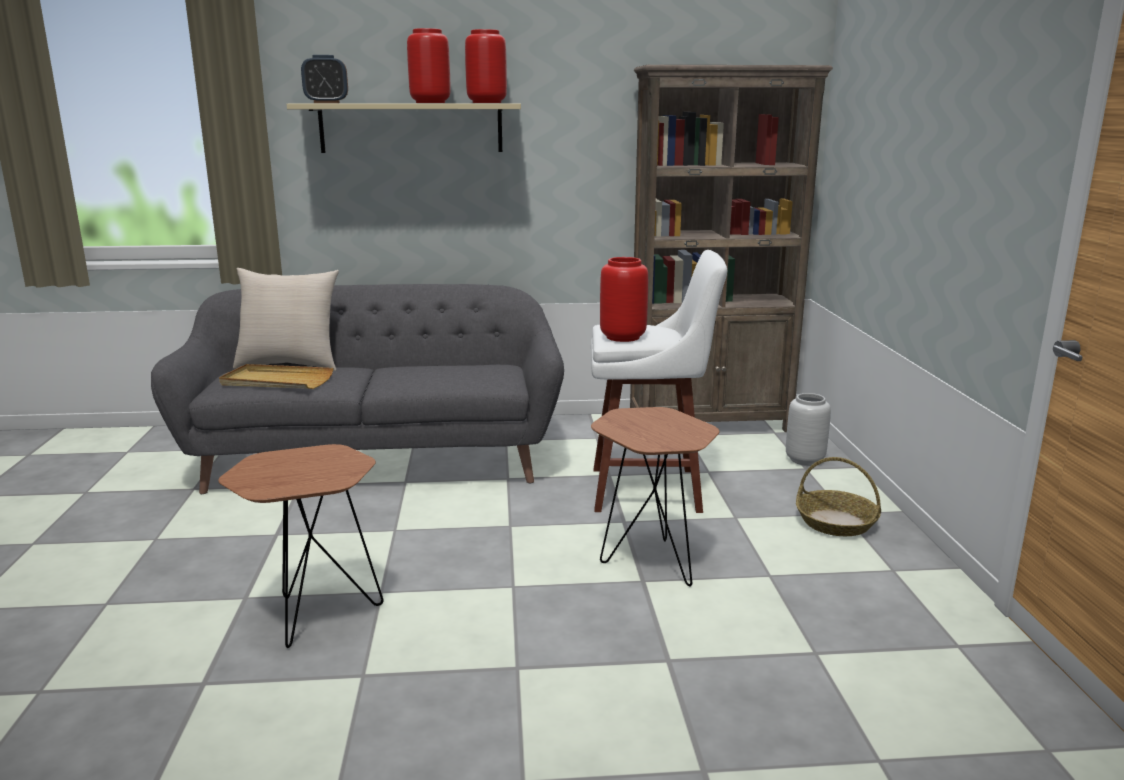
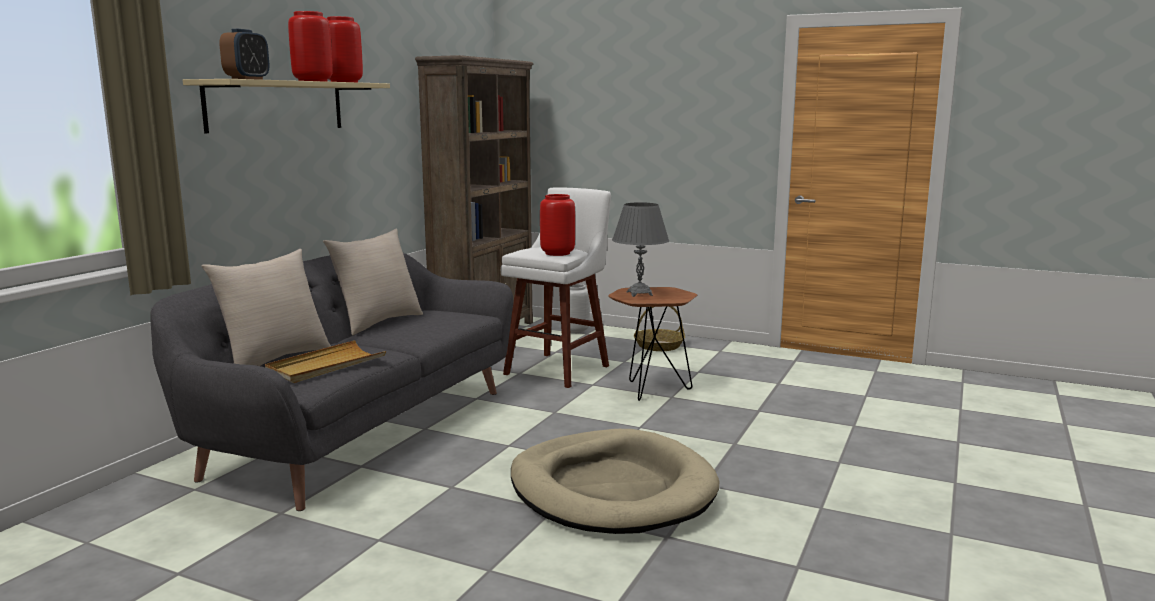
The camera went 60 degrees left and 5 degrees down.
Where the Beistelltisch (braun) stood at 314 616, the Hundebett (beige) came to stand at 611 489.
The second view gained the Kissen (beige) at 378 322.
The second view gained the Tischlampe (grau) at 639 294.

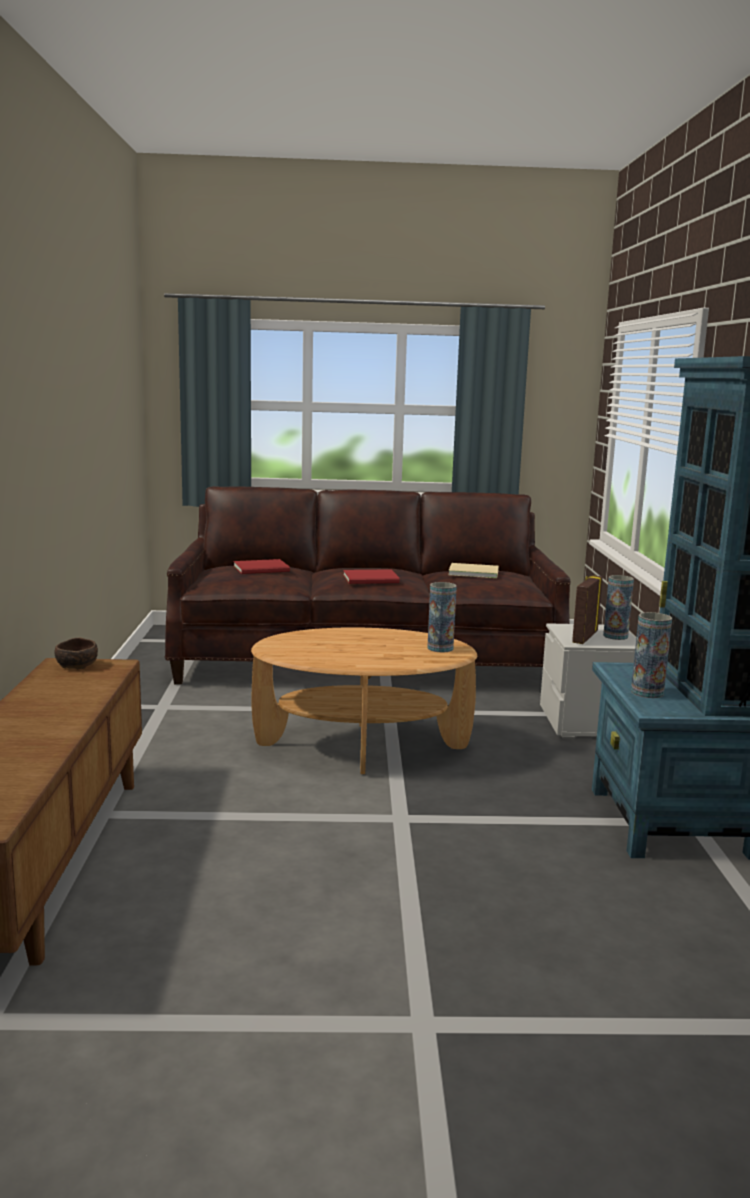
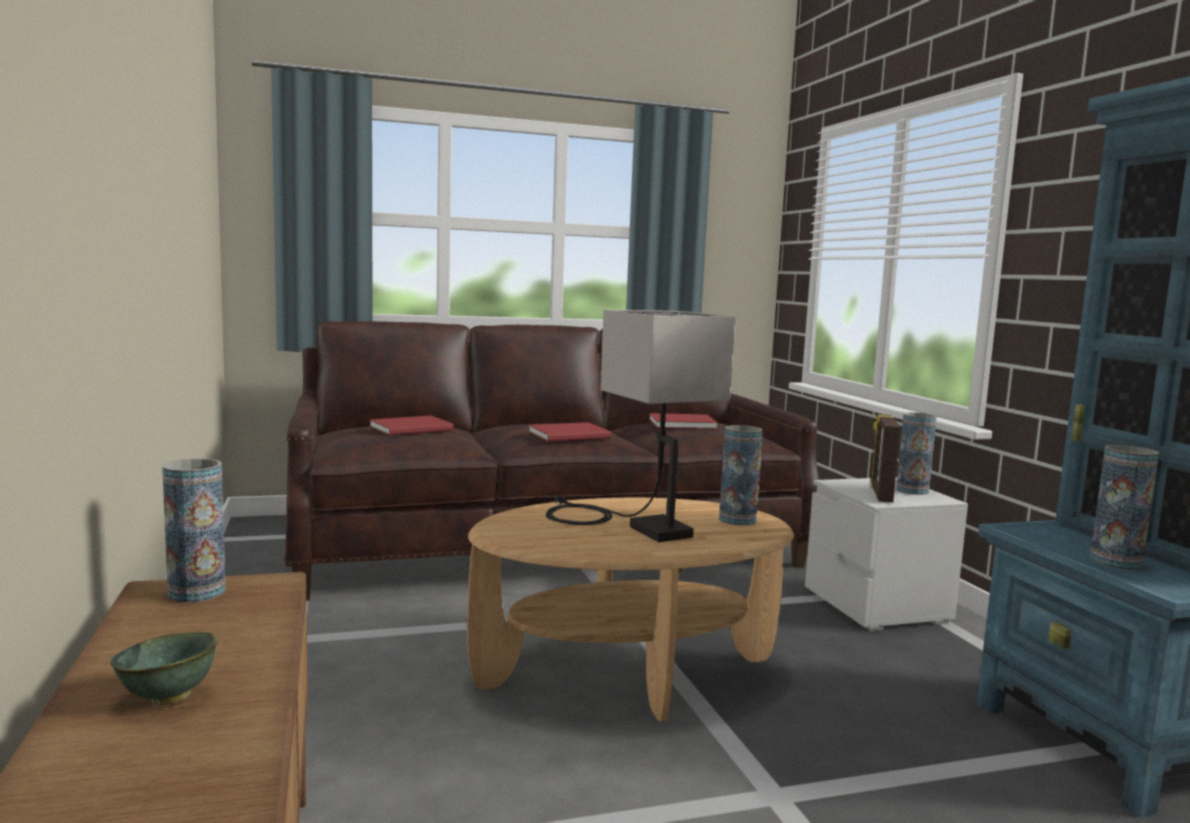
The camera went 15 degrees left and 5 degrees down.
Where the Schüssel (braun) stood at 77 666, the Vase came to stand at 197 592.
What was the Buch (beige) at 472 572 turned into the Buch (rot) at 679 423.
The second view gained the Schüssel (grün) at 167 699.
The second view gained the Tischlampe at 626 524.

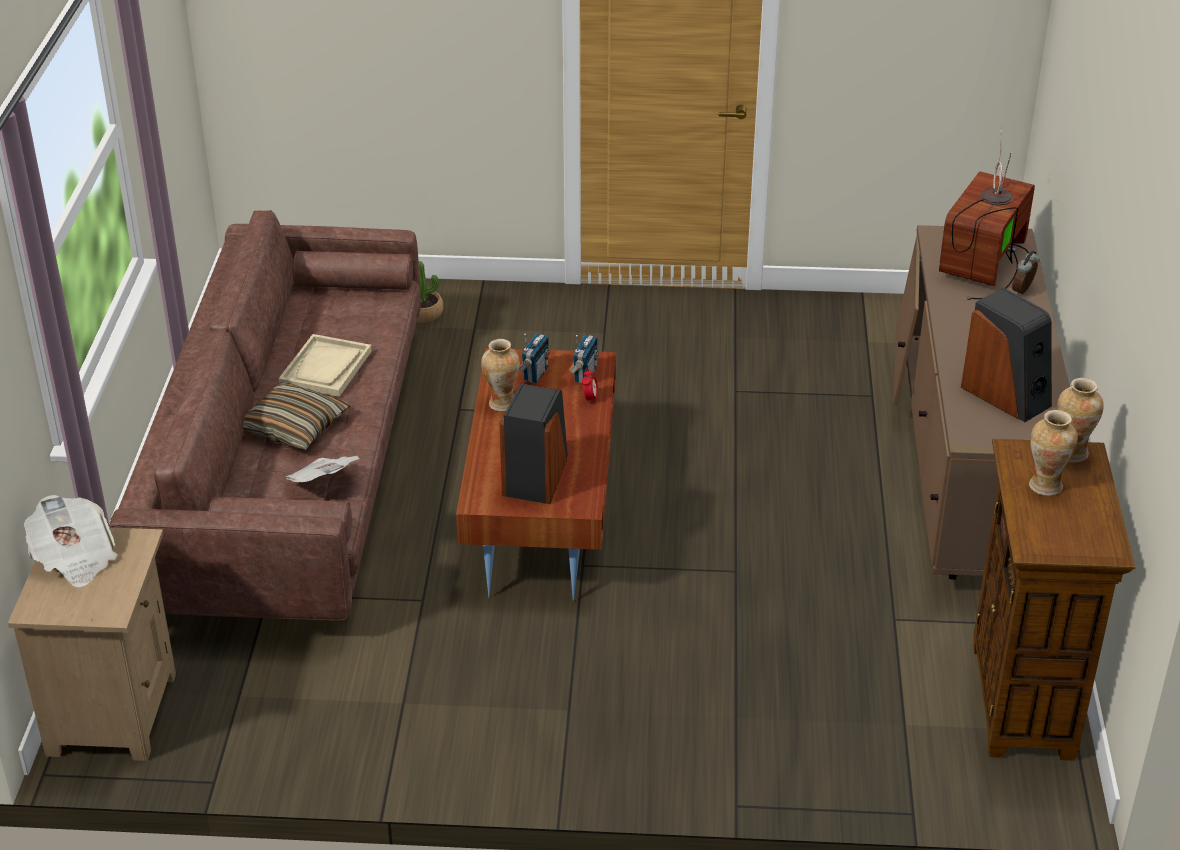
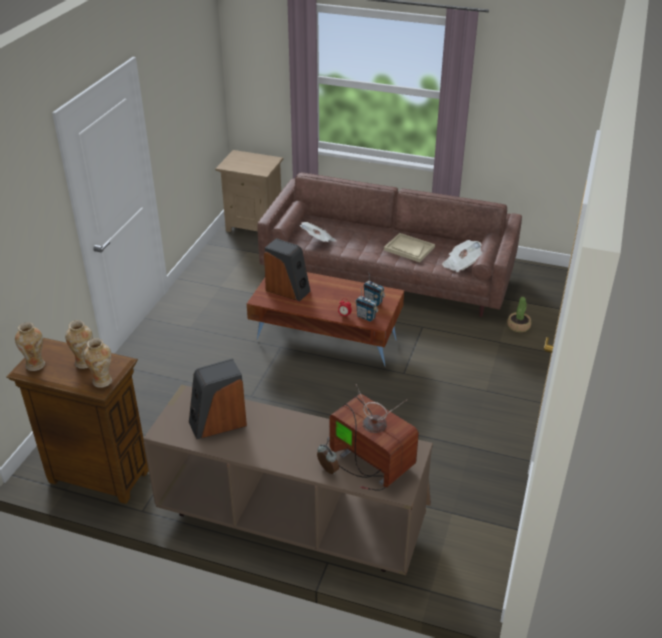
The camera went 105 degrees right and 0 degrees up.
The Zeitung ended up elsewhere, having gone from 74 559 to 461 264.
The second view lost the Kissen at 294 427.
The Vase ended up elsewhere, having gone from 501 403 to 36 365.

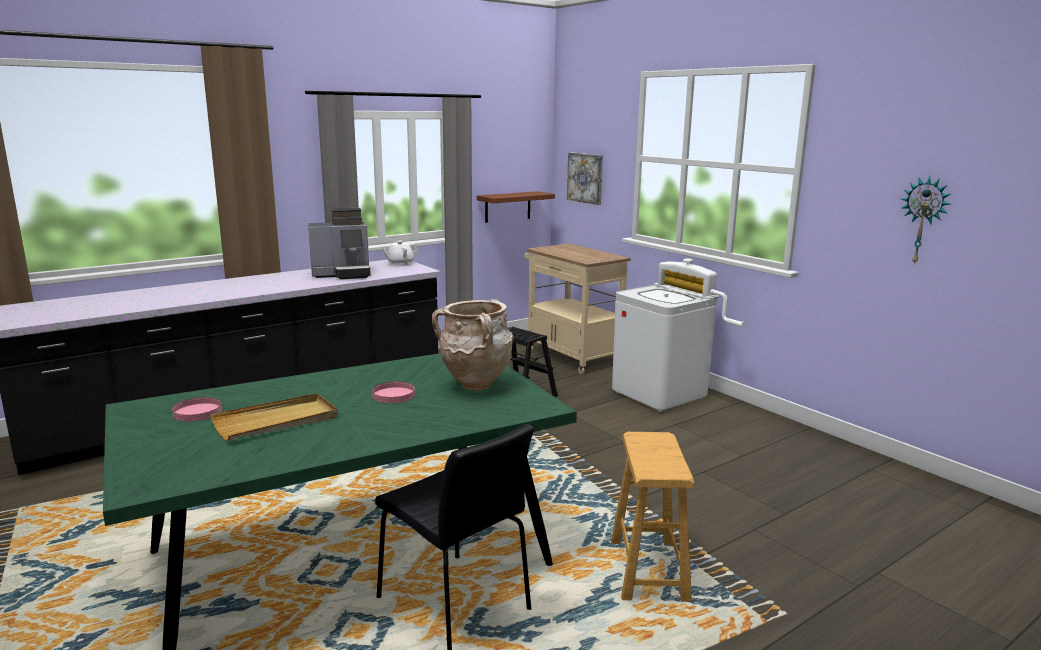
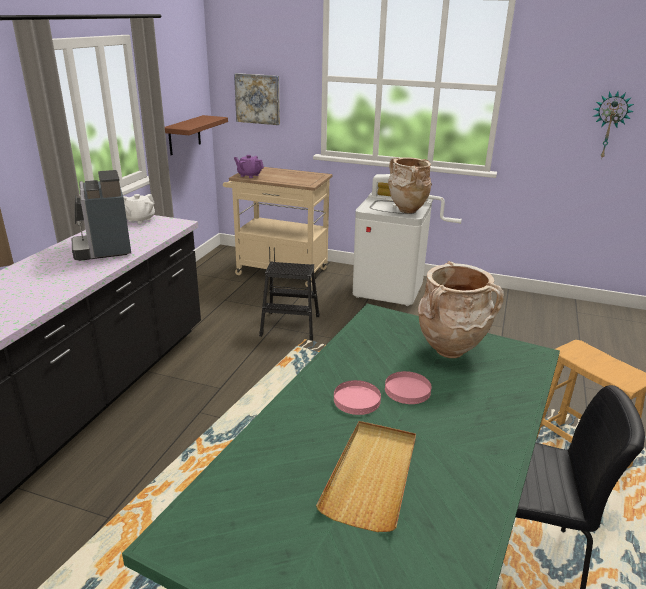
The camera went 35 degrees left and 10 degrees up.
The Teller (rosa) ended up elsewhere, having gone from 197 412 to 356 399.
The Kaffeemaschine at 343 274 ended up facing another way, 120 degrees clockwise from before.
The second view gained the Teekanne (lila) at 249 175.
The second view gained the Vase (beige) at 407 210.

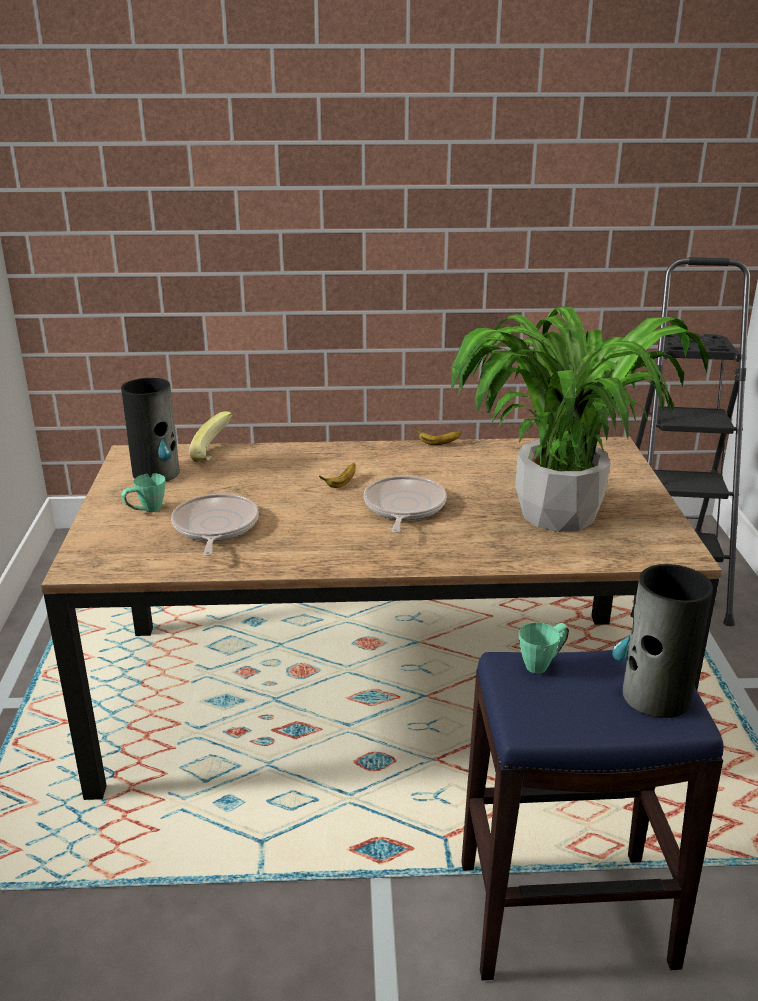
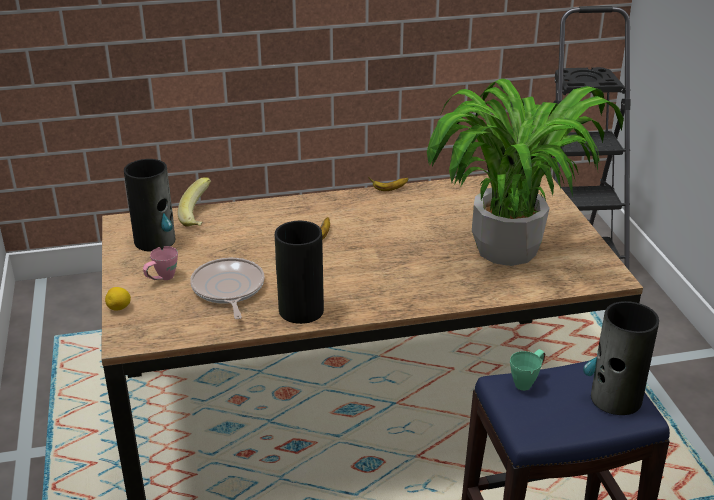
The camera went 10 degrees left and 5 degrees up.
What was the Henkelbecher (grün) at 146 511 turned into the Henkelbecher (rosa) at 161 279.
The second view lost the Pfanne at 403 507.
The second view gained the Zitrone at 119 308.
The second view gained the Vase at 300 310.

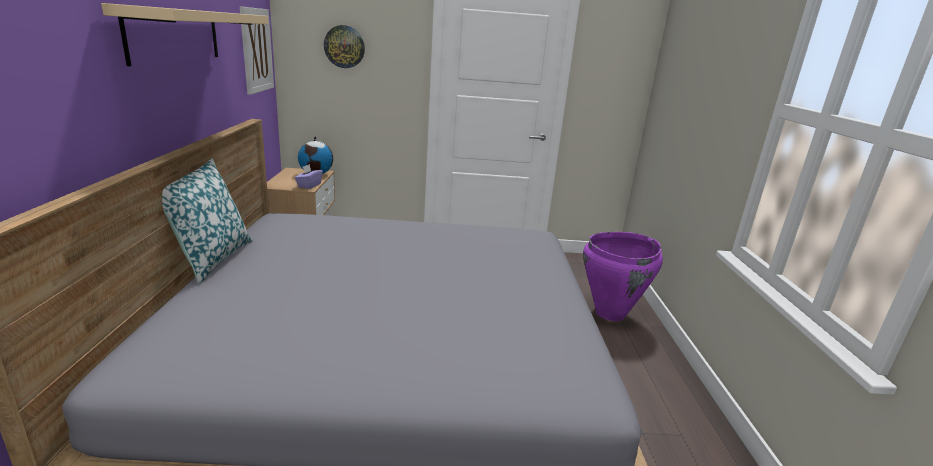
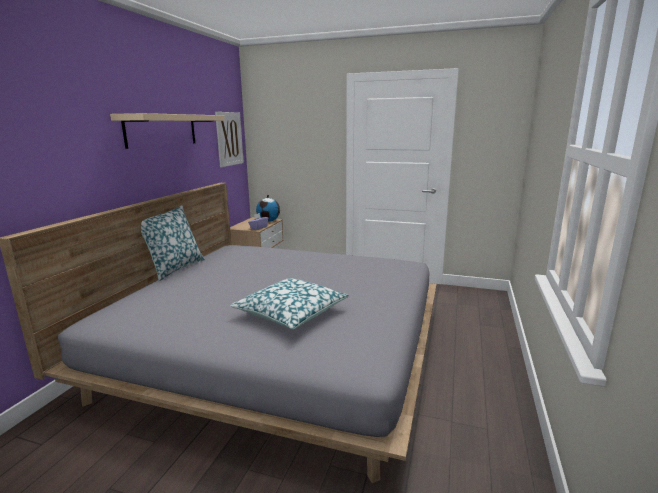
The camera went 20 degrees right and 5 degrees down.
The second view lost the Wanduhr at 344 47.
The second view lost the Vase (lila) at 610 313.
The second view gained the Kissen at 291 312.

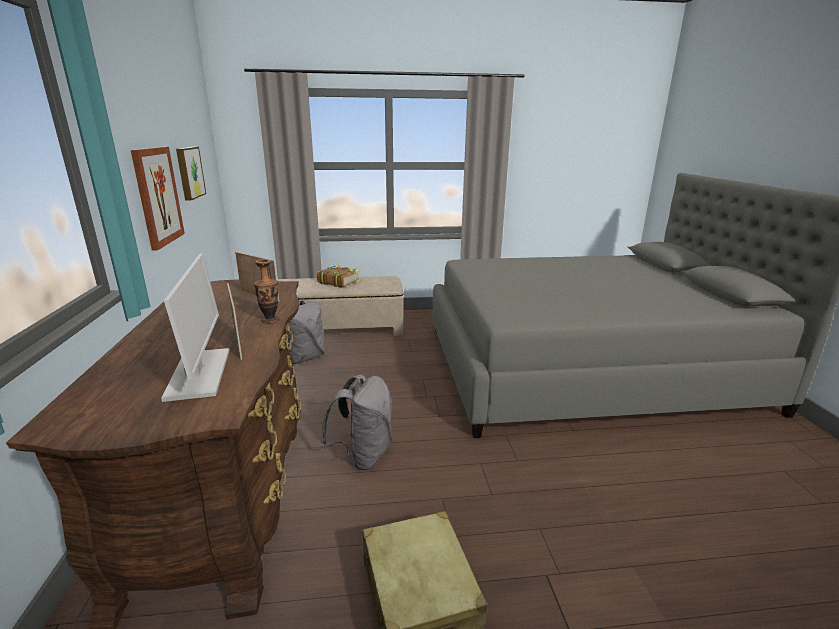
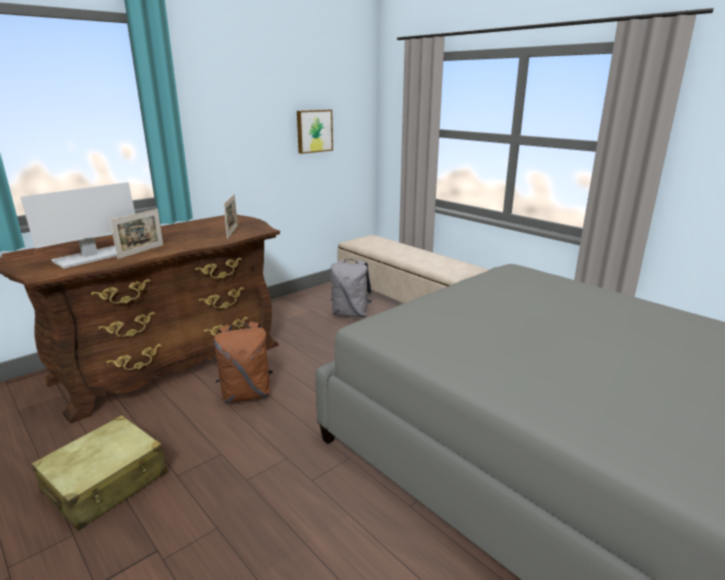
The camera went 55 degrees right and 0 degrees up.
The second view lost the Bild at 157 196.
The second view lost the Vase at 270 320.
The second view lost the Buch at 338 282.
What was the Rucksack (grau) at 363 455 turned into the Rucksack (braun) at 246 394.

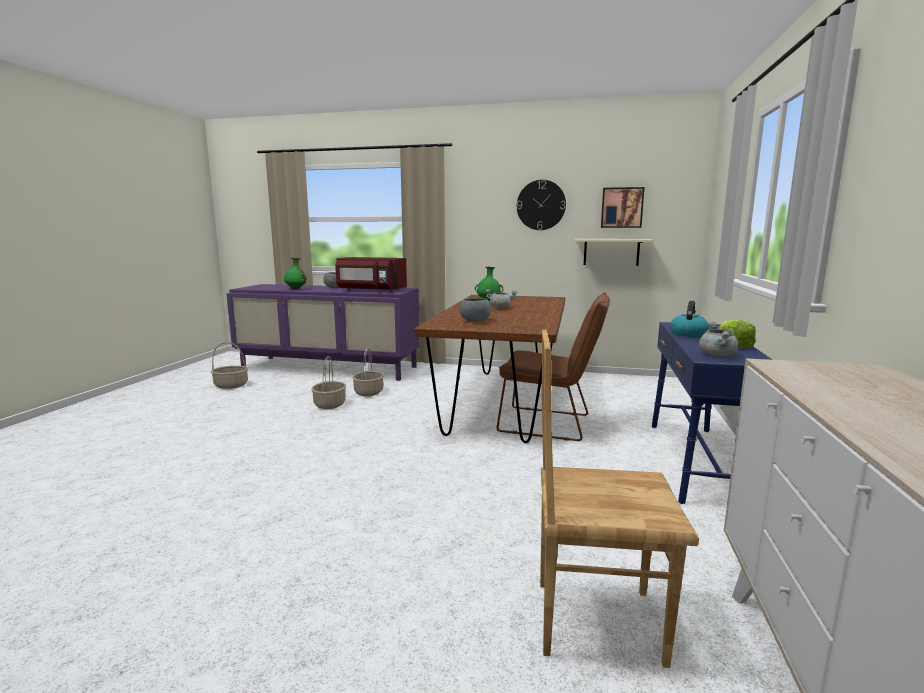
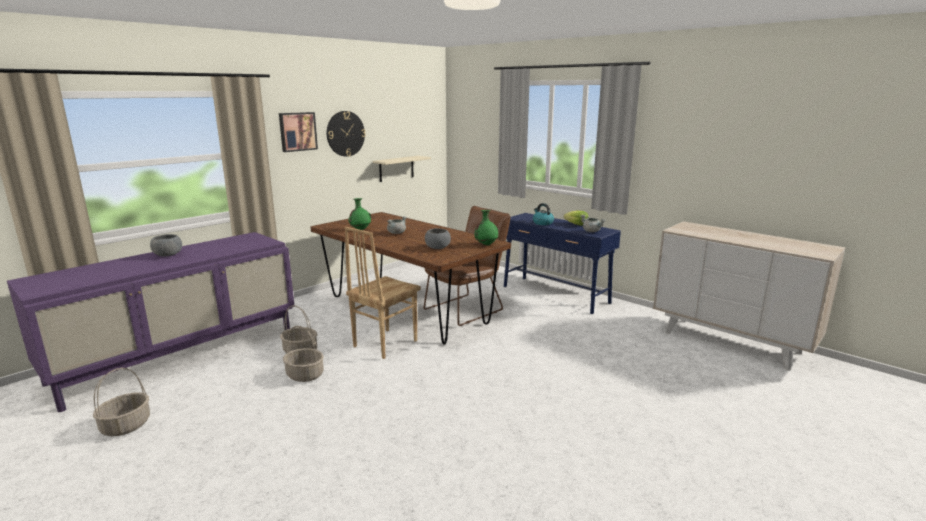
The camera went 60 degrees left and 5 degrees up.
The Vase (grün) ended up elsewhere, having gone from 296 289 to 486 244.
The second view lost the Mikrowelle (rot) at 370 290.
The Stuhl (braun) ended up elsewhere, having gone from 596 619 to 384 343.
The Bild ended up elsewhere, having gone from 622 207 to 297 131.

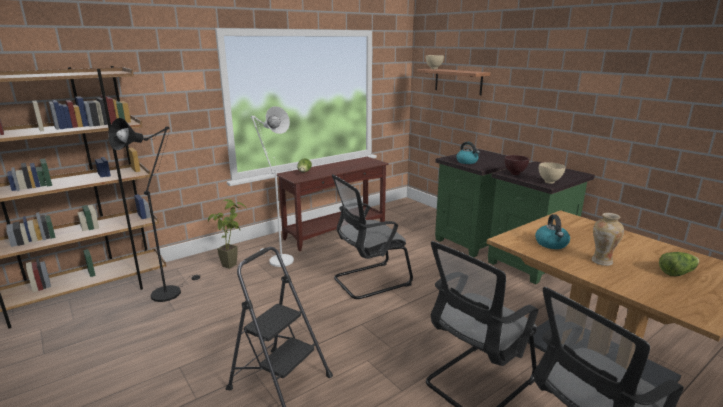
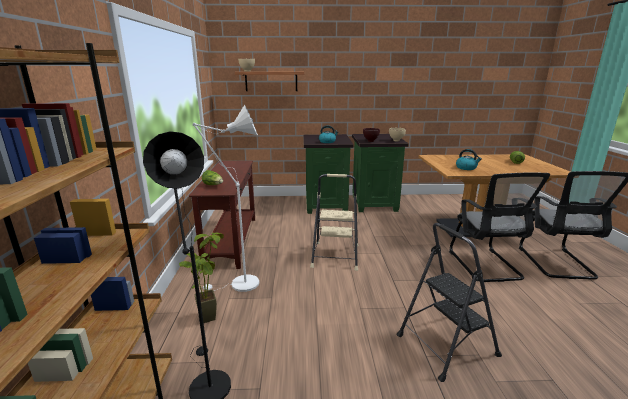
The camera went 55 degrees left and 0 degrees up.
Where the Stuhl stood at 369 281, the Trittleiter (beige) came to stand at 335 256.
The second view lost the Vase at 601 261.

